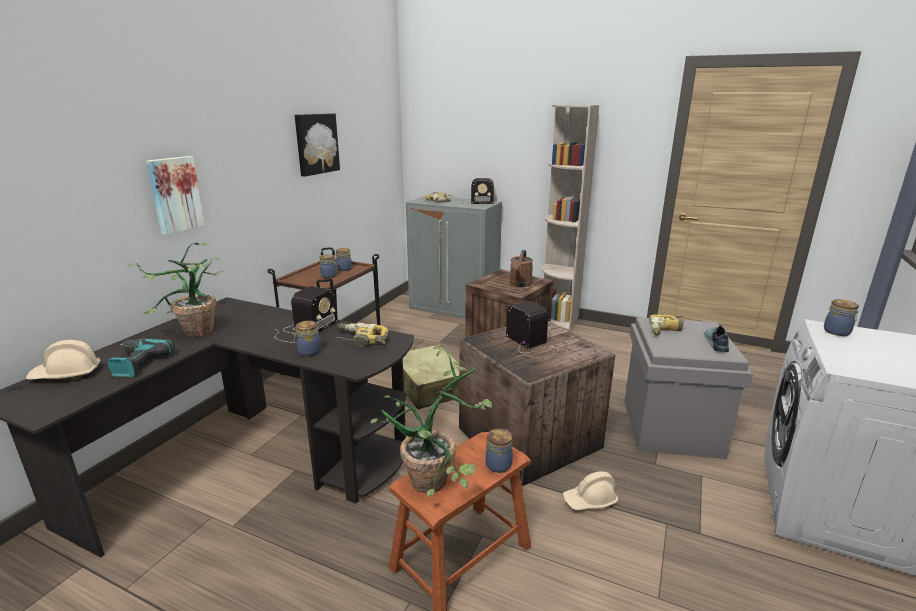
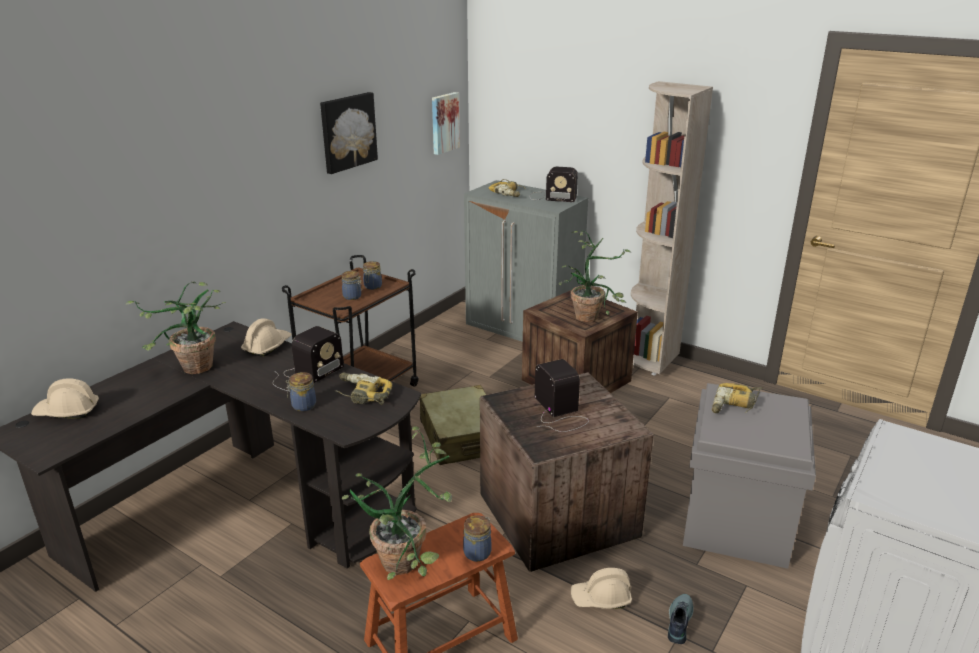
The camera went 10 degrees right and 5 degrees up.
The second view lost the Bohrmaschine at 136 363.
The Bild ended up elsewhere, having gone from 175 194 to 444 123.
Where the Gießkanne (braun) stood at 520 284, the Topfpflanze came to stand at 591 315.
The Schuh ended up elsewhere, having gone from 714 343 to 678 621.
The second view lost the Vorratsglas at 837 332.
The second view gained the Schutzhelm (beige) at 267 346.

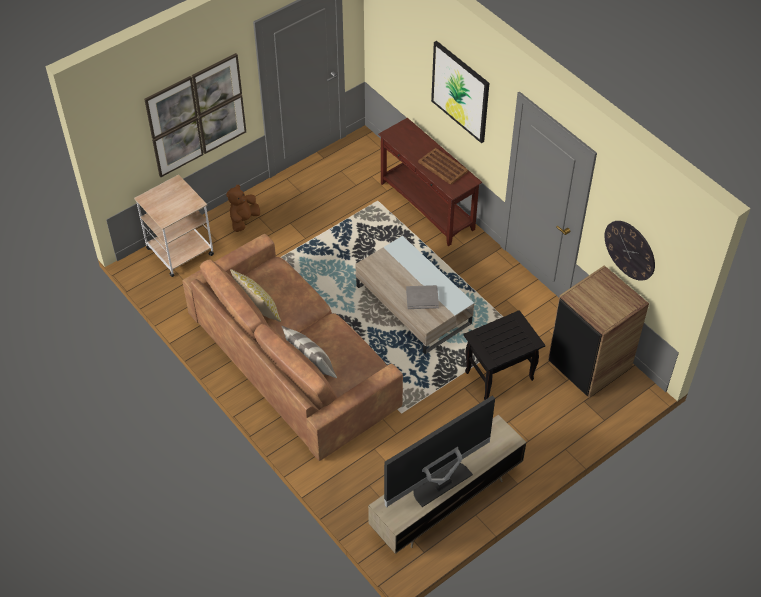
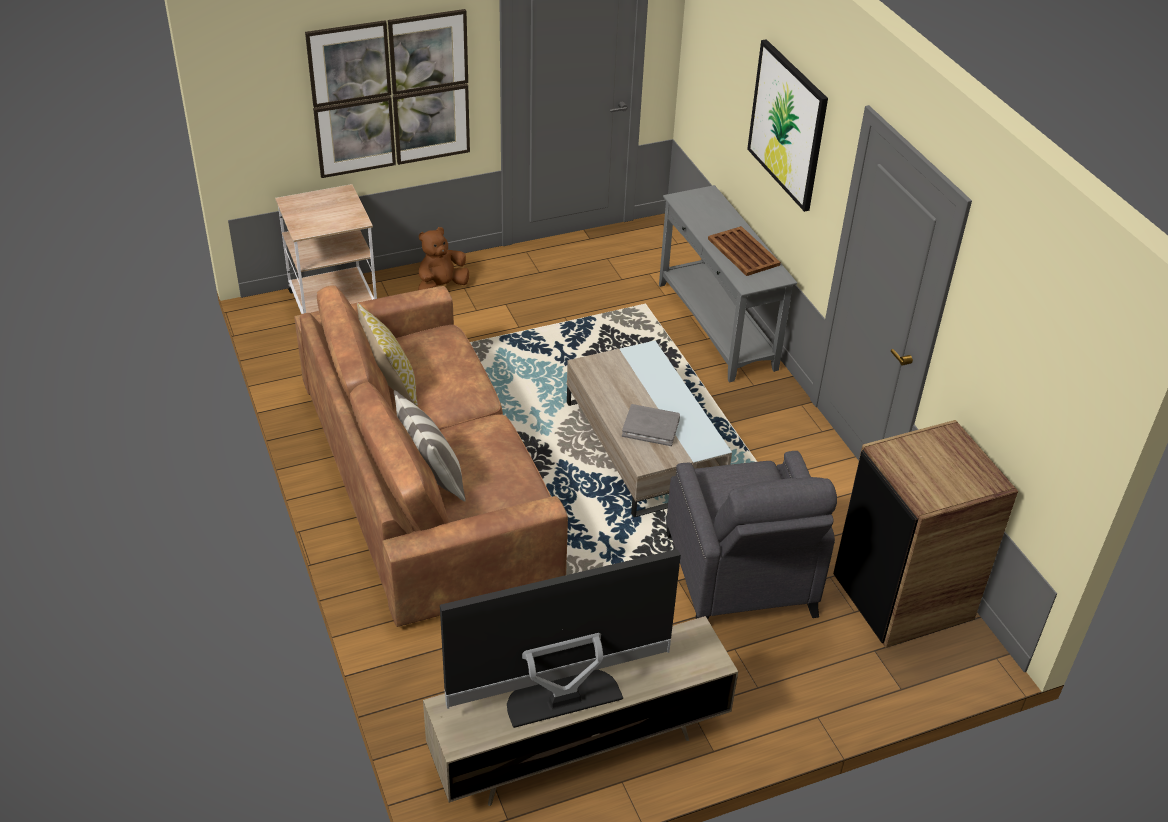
The camera went 15 degrees right and 10 degrees down.
What was the Konsolentisch (braun) at 427 206 turned into the Konsolentisch (grau) at 717 326.
Where the Beistelltisch (schwarz) stood at 498 377, the Sessel (grau) came to stand at 741 579.
The second view lost the Wanduhr at 630 250.

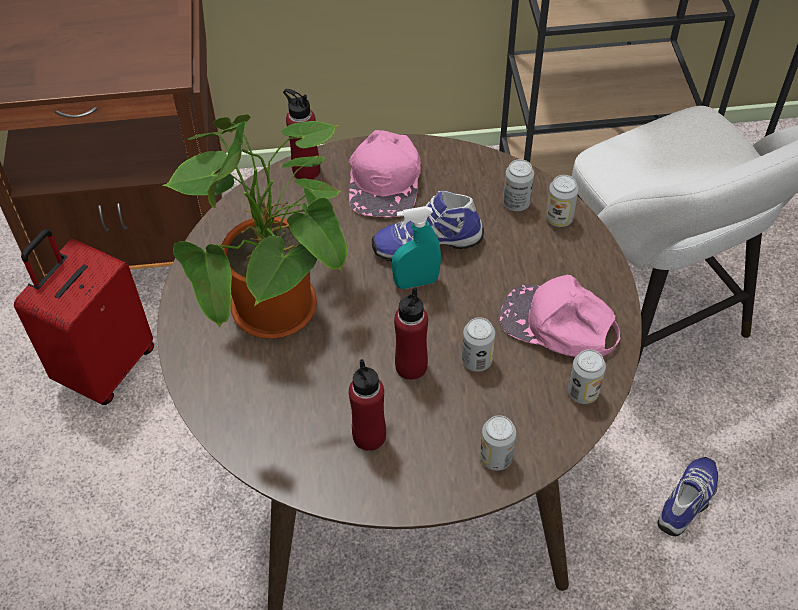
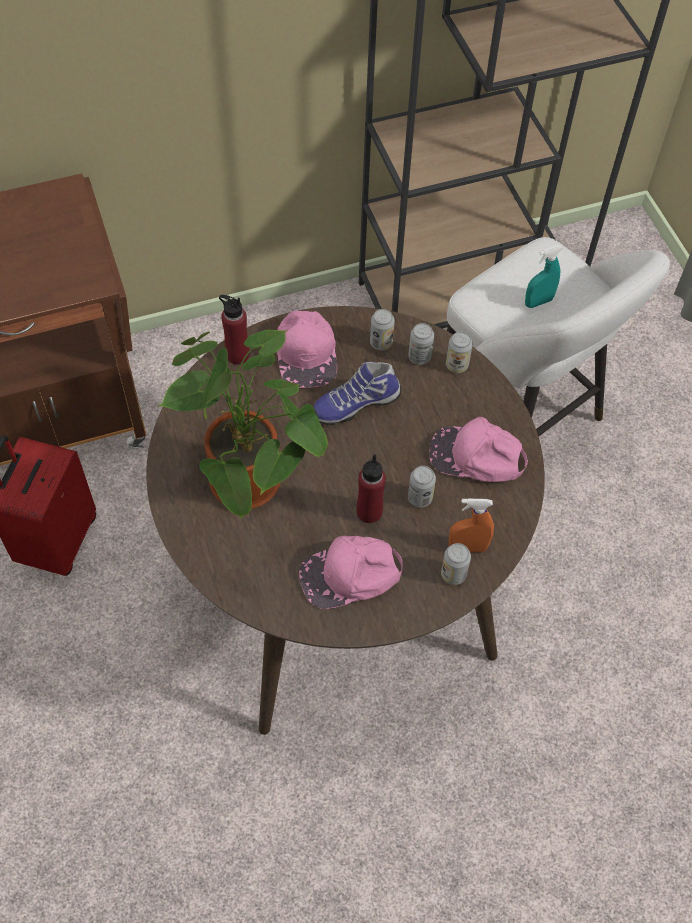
The camera went 15 degrees left and 5 degrees up.
Where the Flasche (rot) stood at 369 436, the Kappe (rosa) came to stand at 351 575.
The Sprühflasche (türkis) ended up elsewhere, having gone from 416 282 to 538 302.
The Dose ended up elsewhere, having gone from 583 392 to 381 343.
The second view lost the Schuh at 688 502.
The second view gained the Sprühflasche (orange) at 467 547.

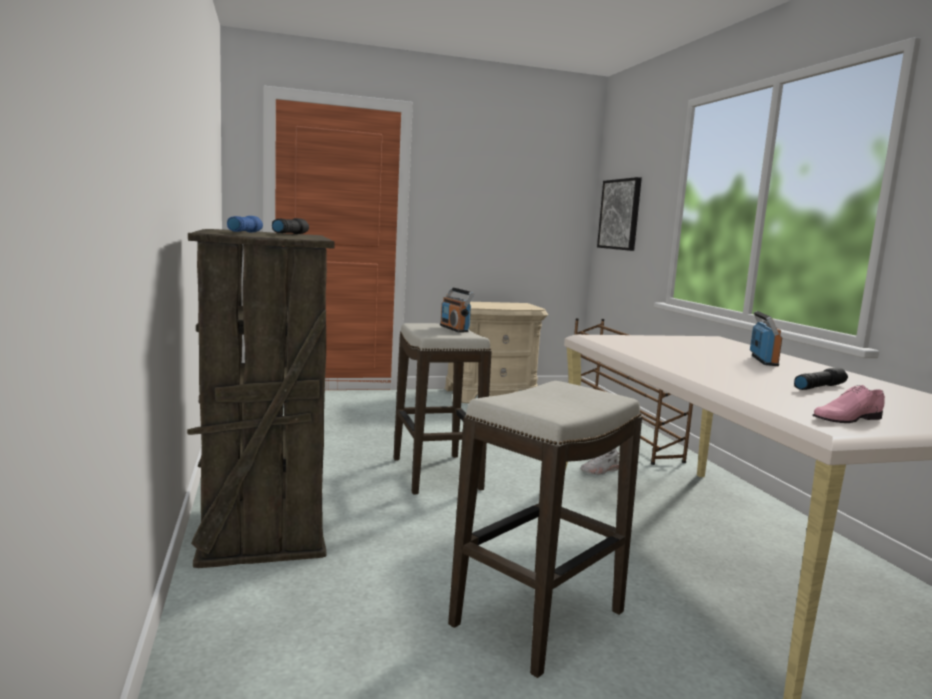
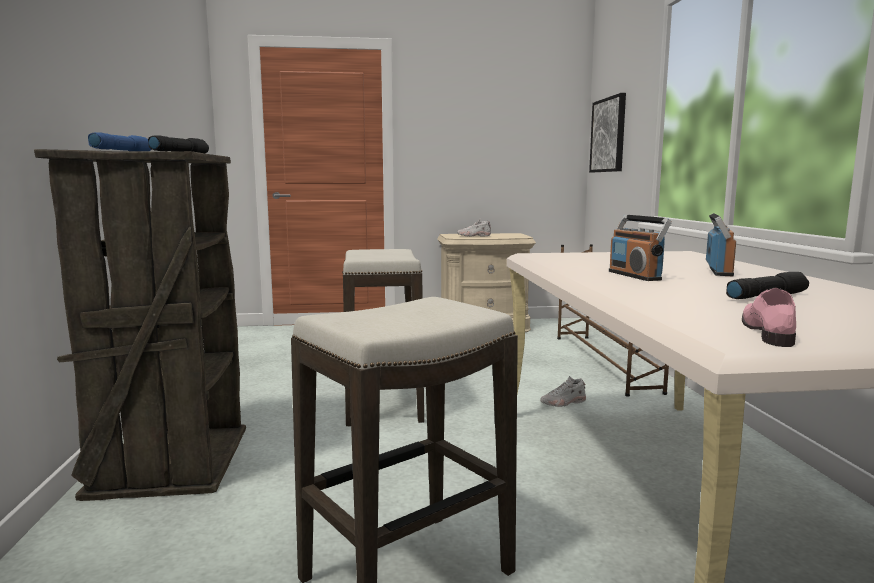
The camera went 10 degrees right and 0 degrees up.
The Radio ended up elsewhere, having gone from 454 329 to 635 276.
The Schuh (rosa) at 846 418 ended up facing another way, 120 degrees clockwise from before.
The second view gained the Schuh (weiß) at 473 236.

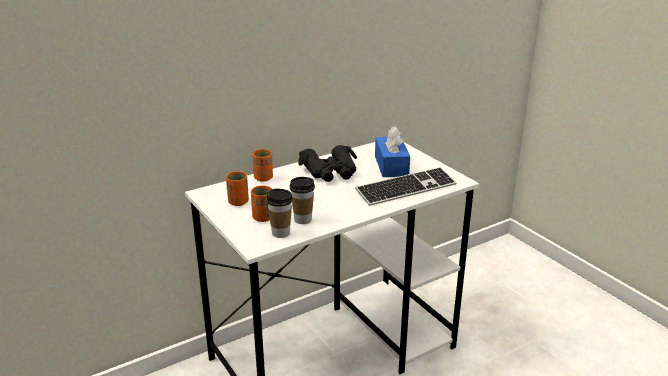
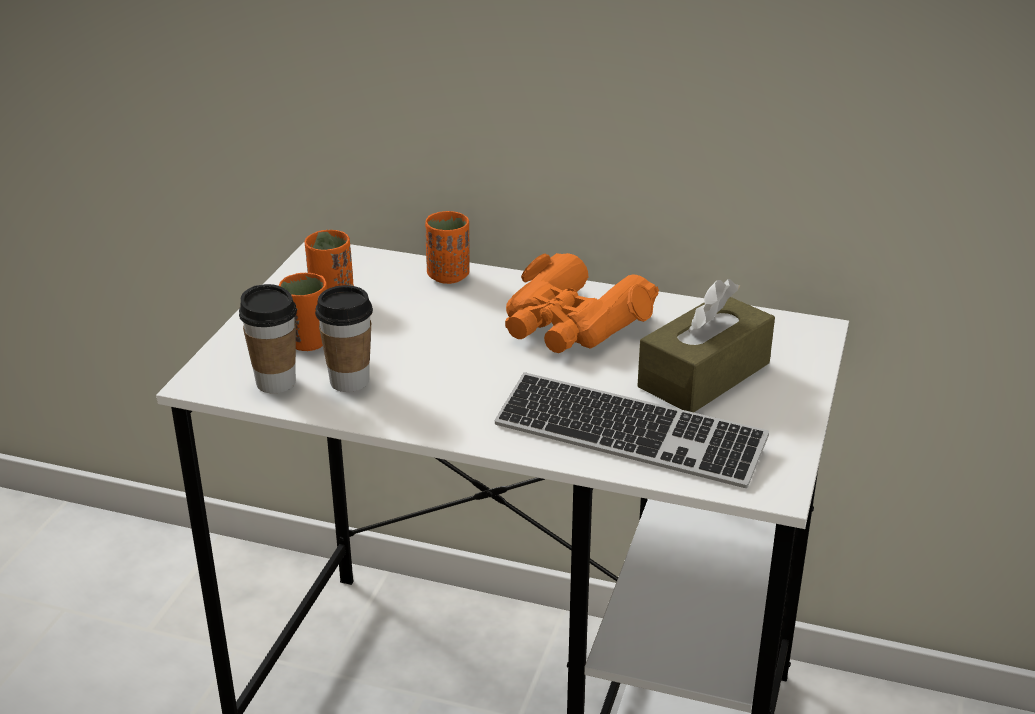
The camera went 50 degrees right and 5 degrees up.
What was the Fernglas (schwarz) at 330 172 turned into the Fernglas (orange) at 572 324.
What was the Taschentuchbox (blau) at 391 166 turned into the Taschentuchbox (braun) at 704 375.

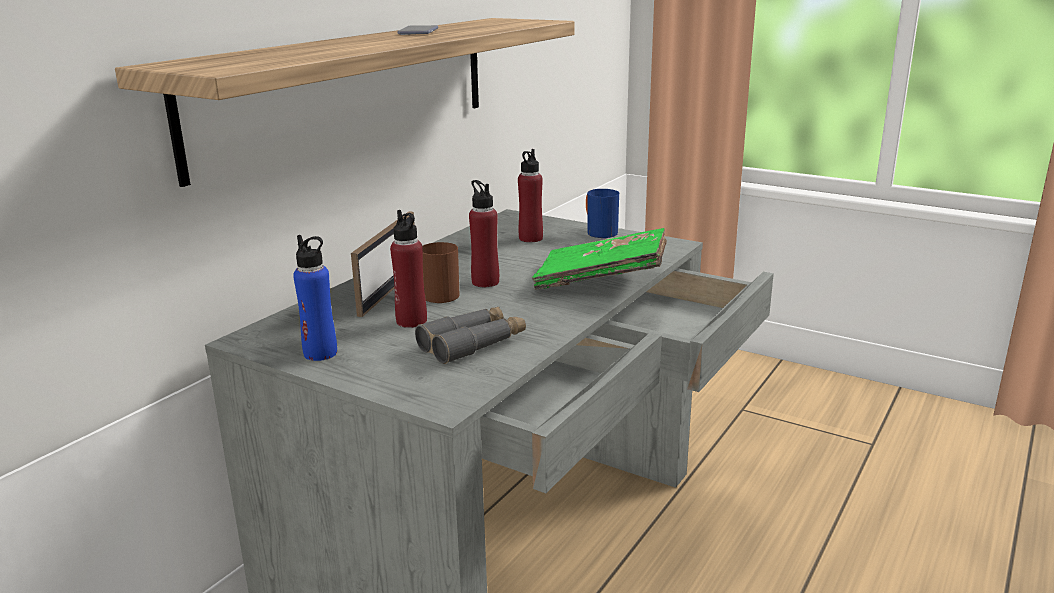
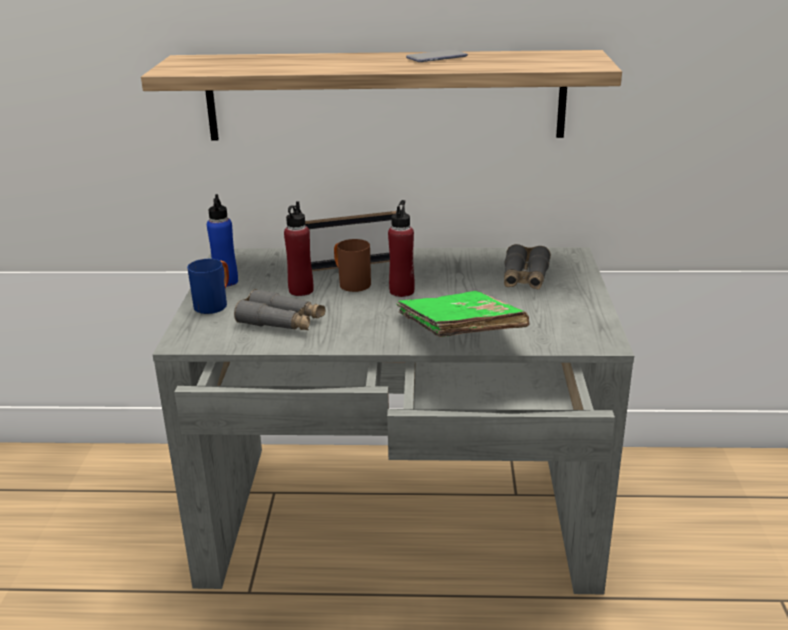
The camera went 60 degrees right and 5 degrees up.
Where the Flasche (rot) stood at 530 238, the Fernglas (grau) came to stand at 525 278.
The Henkelbecher (blau) ended up elsewhere, having gone from 598 232 to 215 304.

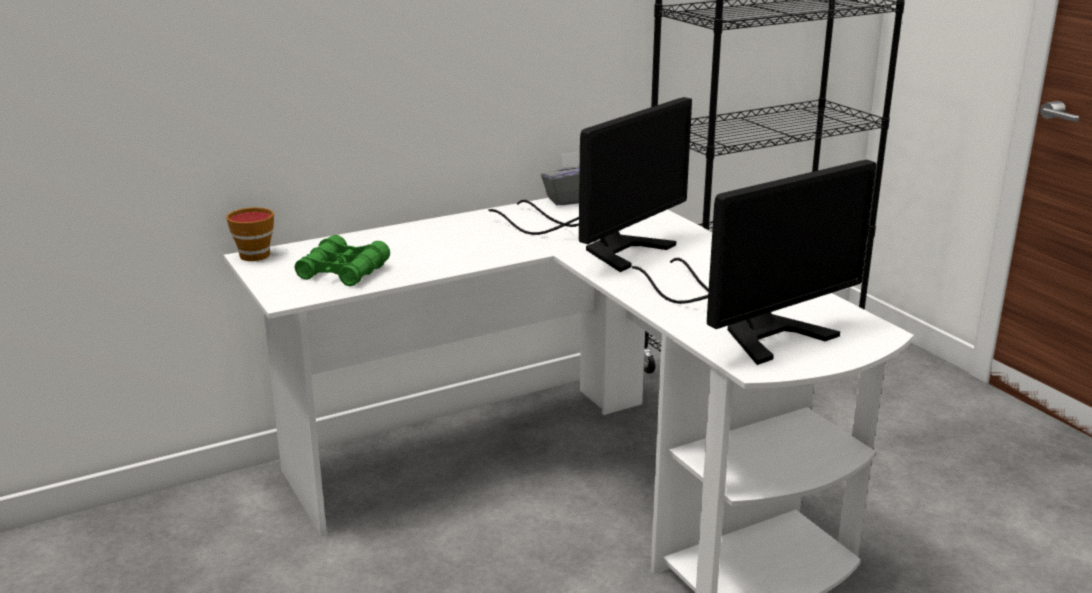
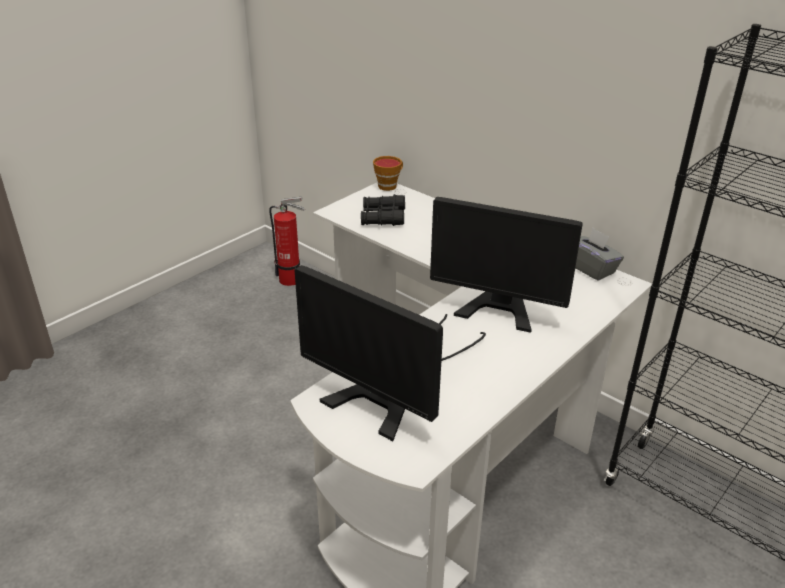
The camera went 70 degrees right and 10 degrees up.
What was the Fernglas (grün) at 343 272 turned into the Fernglas (schwarz) at 383 217.
The second view gained the Feuerlöscher at 292 280.

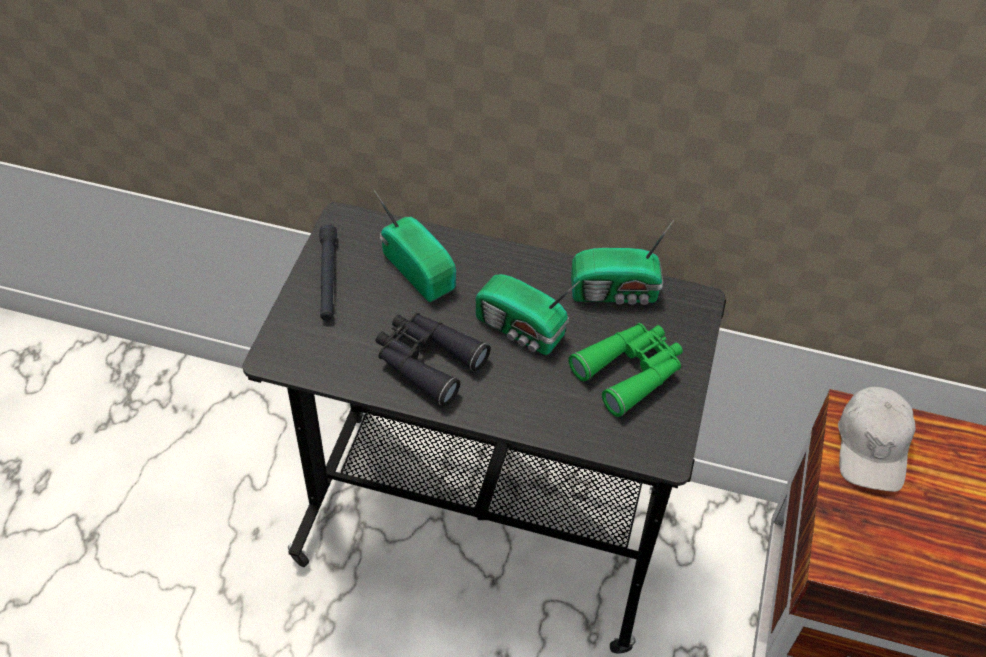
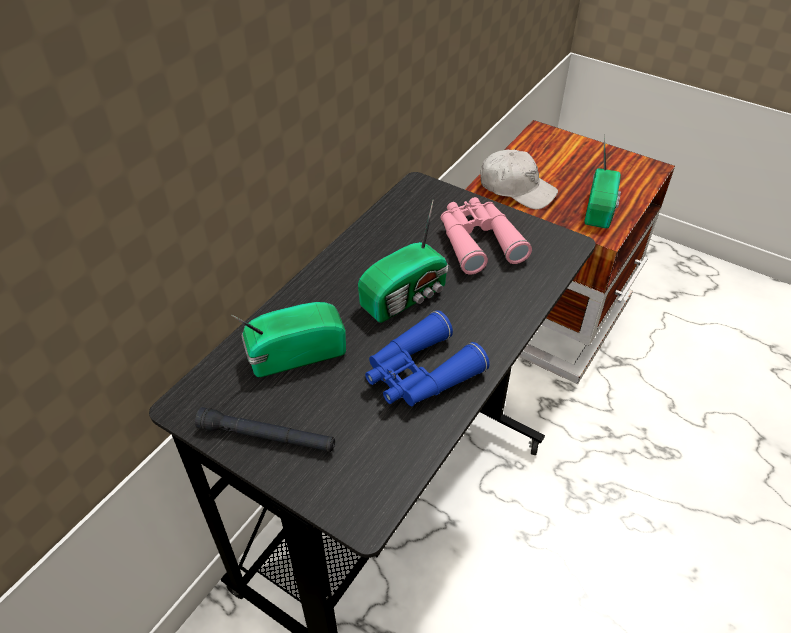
The camera went 70 degrees left and 5 degrees down.
What was the Fernglas (schwarz) at 427 361 turned into the Fernglas (blau) at 420 374.
What was the Fernglas (grün) at 630 371 turned into the Fernglas (rosa) at 478 241.
The Radio ended up elsewhere, having gone from 616 292 to 601 208.

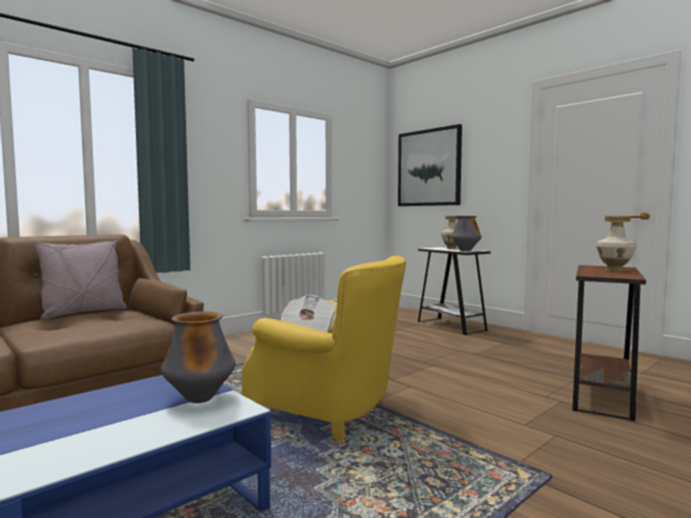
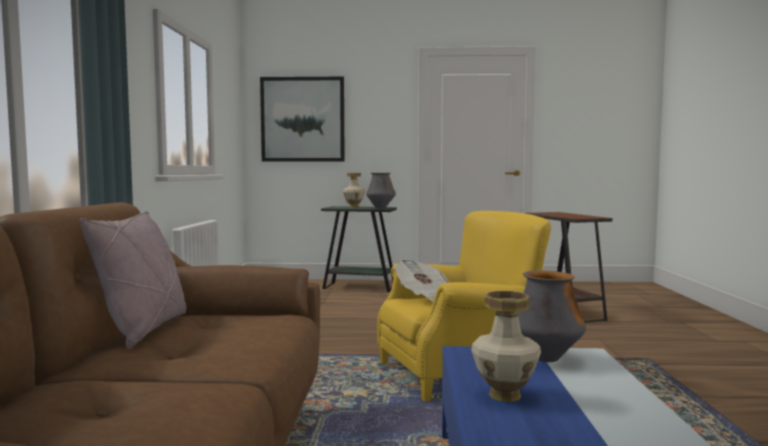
The camera went 45 degrees left and 0 degrees up.
What was the Beistelltisch (weiß) at 451 326 turned into the Beistelltisch (grün) at 359 287.
The Vase ended up elsewhere, having gone from 614 270 to 505 395.

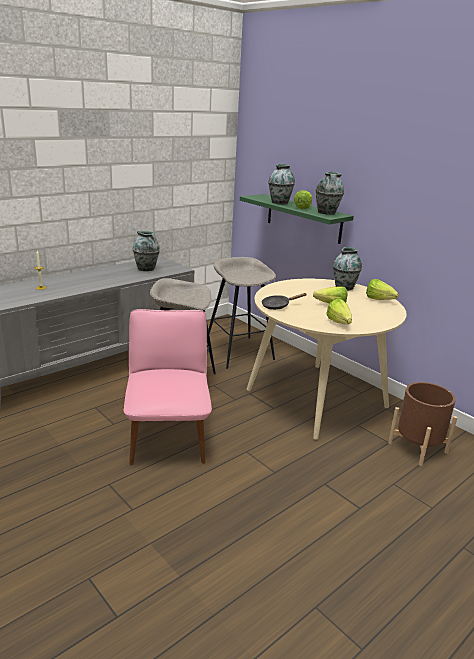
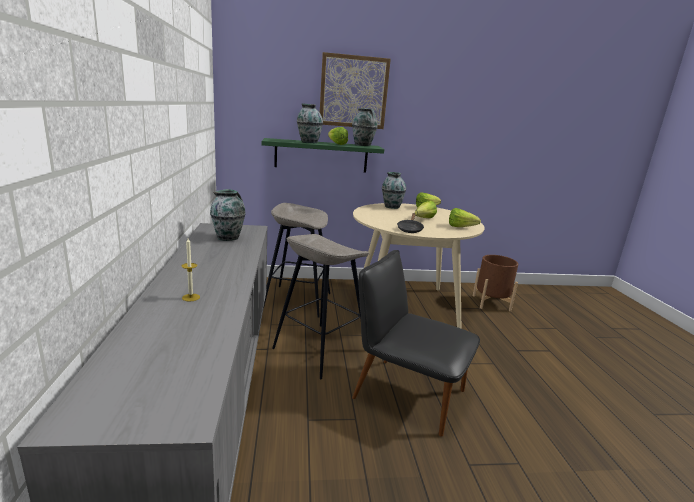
The camera went 55 degrees left and 5 degrees down.
What was the Stuhl (rosa) at 168 437 turned into the Stuhl (schwarz) at 409 394.
The second view gained the Bild at 354 91.

